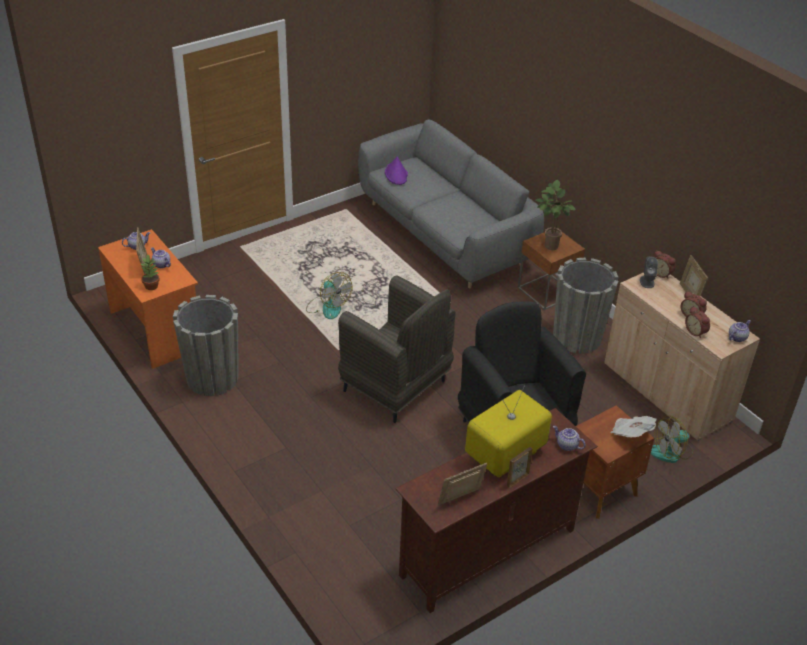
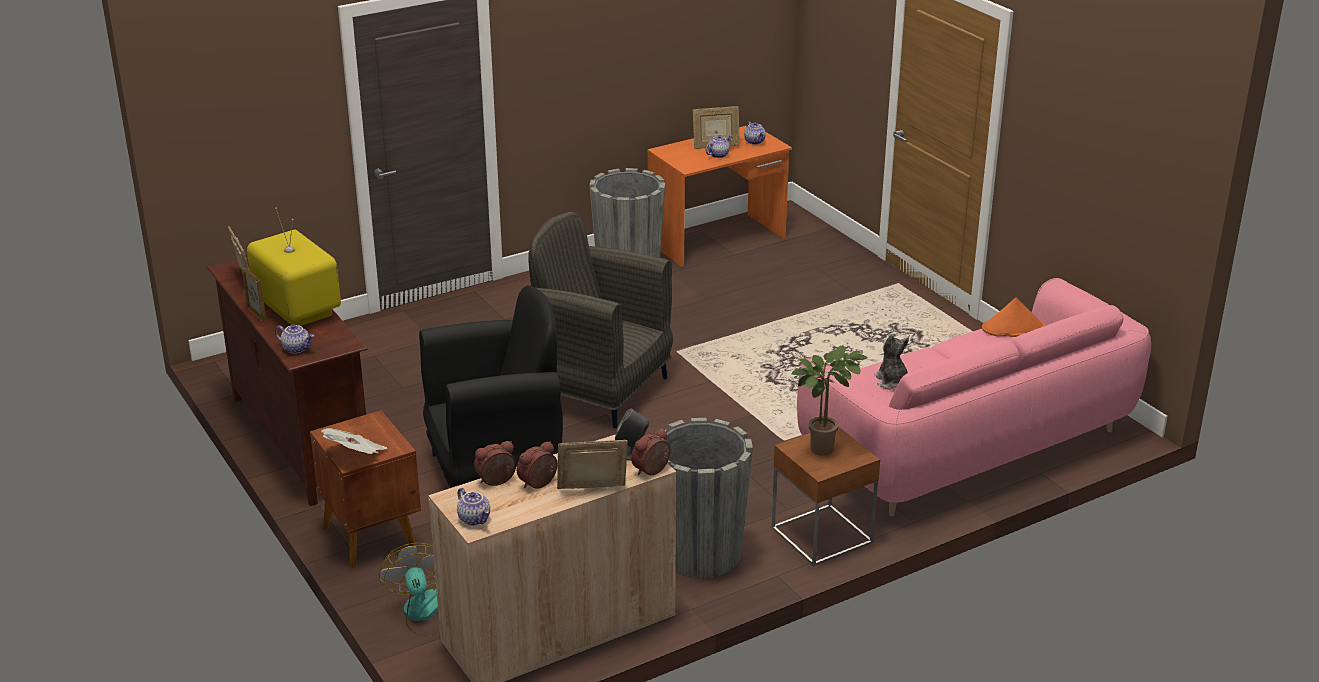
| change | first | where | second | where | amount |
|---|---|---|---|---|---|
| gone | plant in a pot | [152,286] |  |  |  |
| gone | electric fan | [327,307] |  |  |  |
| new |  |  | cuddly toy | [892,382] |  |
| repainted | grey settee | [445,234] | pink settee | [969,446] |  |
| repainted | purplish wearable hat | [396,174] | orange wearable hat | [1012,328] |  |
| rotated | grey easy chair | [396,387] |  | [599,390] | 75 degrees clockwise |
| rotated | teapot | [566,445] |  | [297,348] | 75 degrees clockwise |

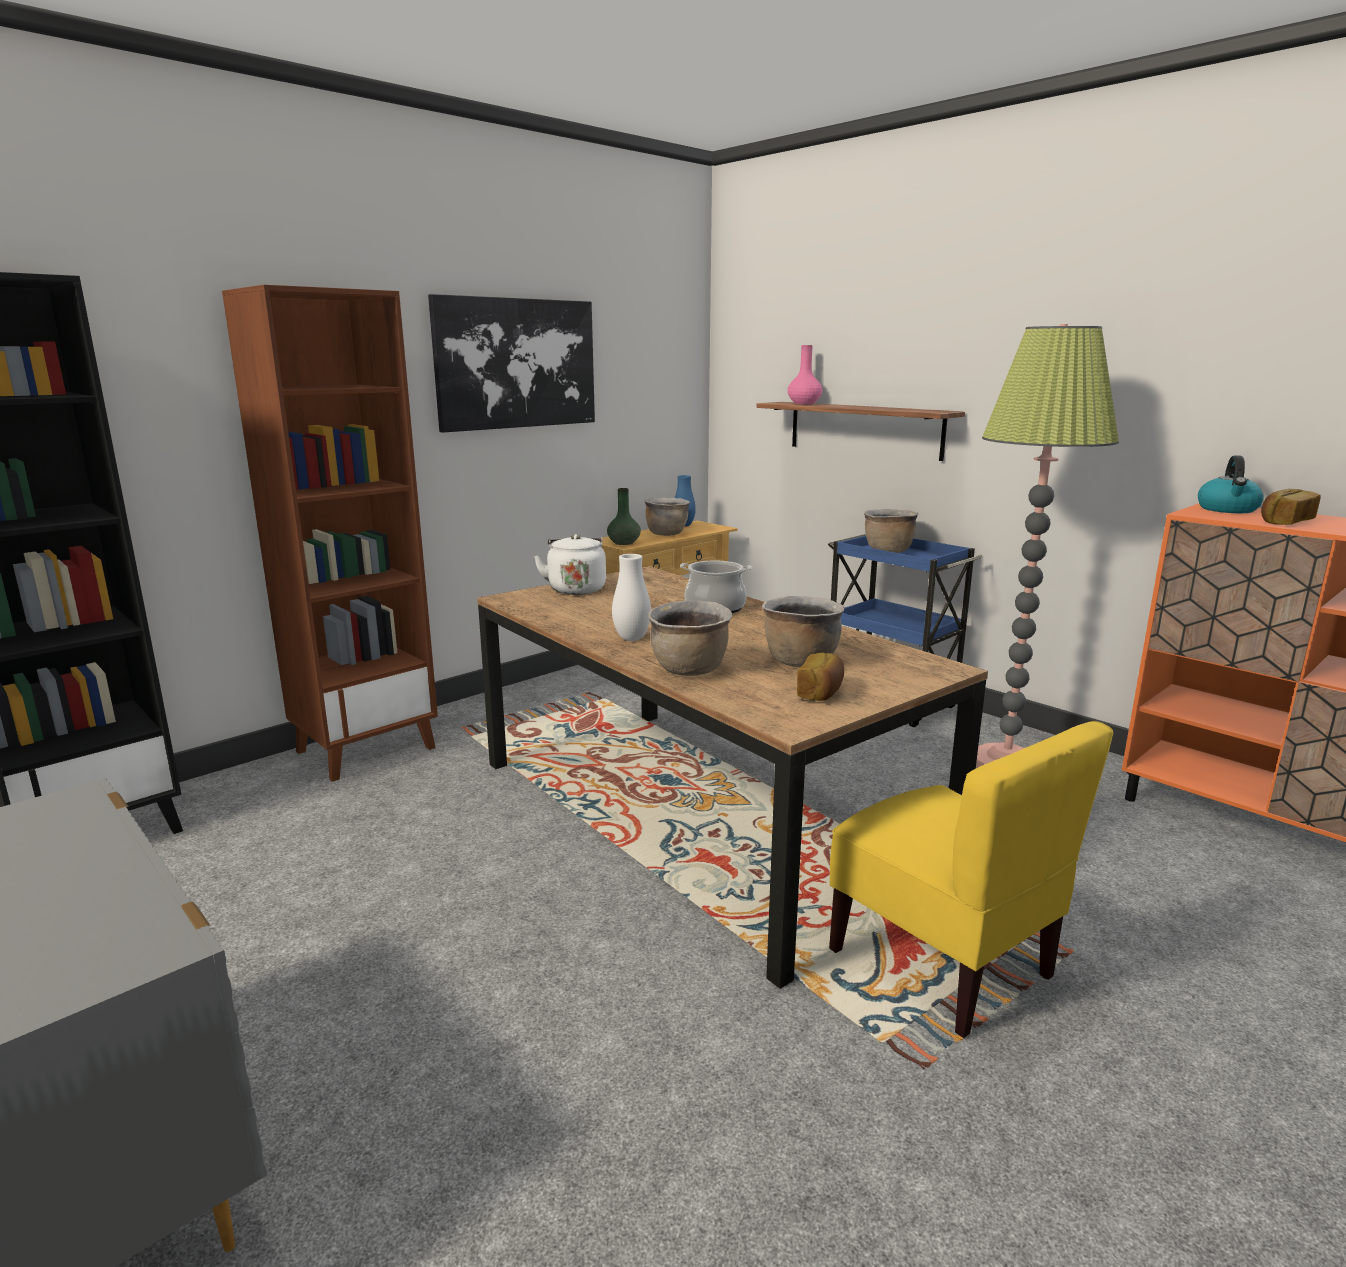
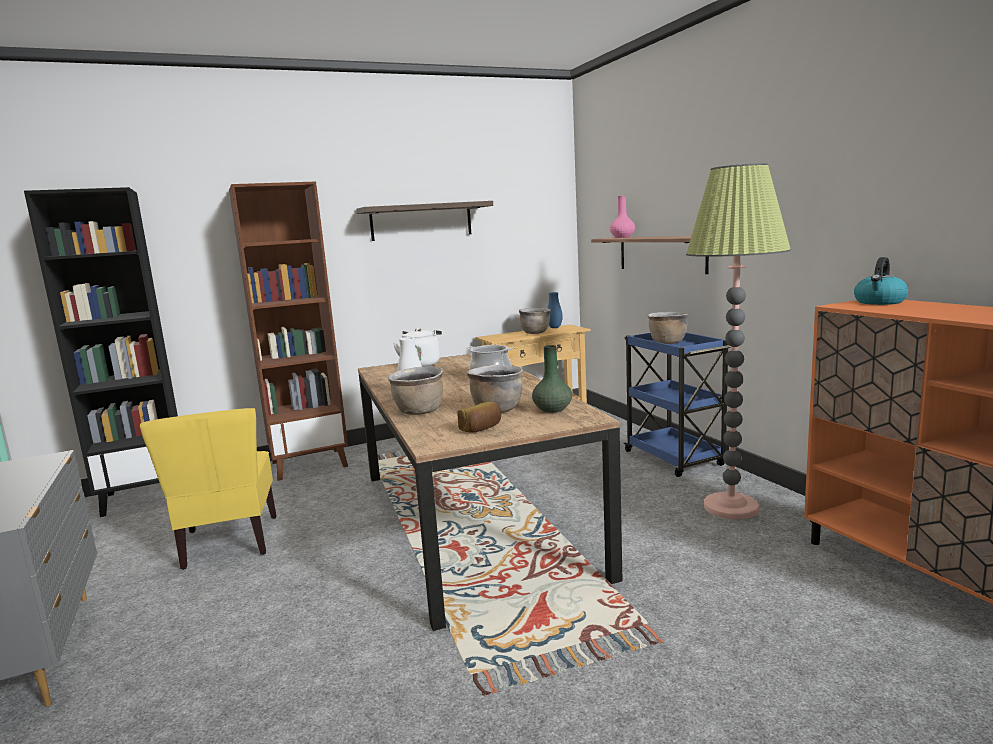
| change | first | where | second | where | amount |
|---|---|---|---|---|---|
| gone | bread | [1285,522] |  |  |  |
| shifted | greenish flower vase | [624,543] |  | [553,409] |  |
| shifted | yellow upright chair | [942,962] |  | [229,542] |  |
| swapped | picture | [516,363] | shelf | [421,221] |  |

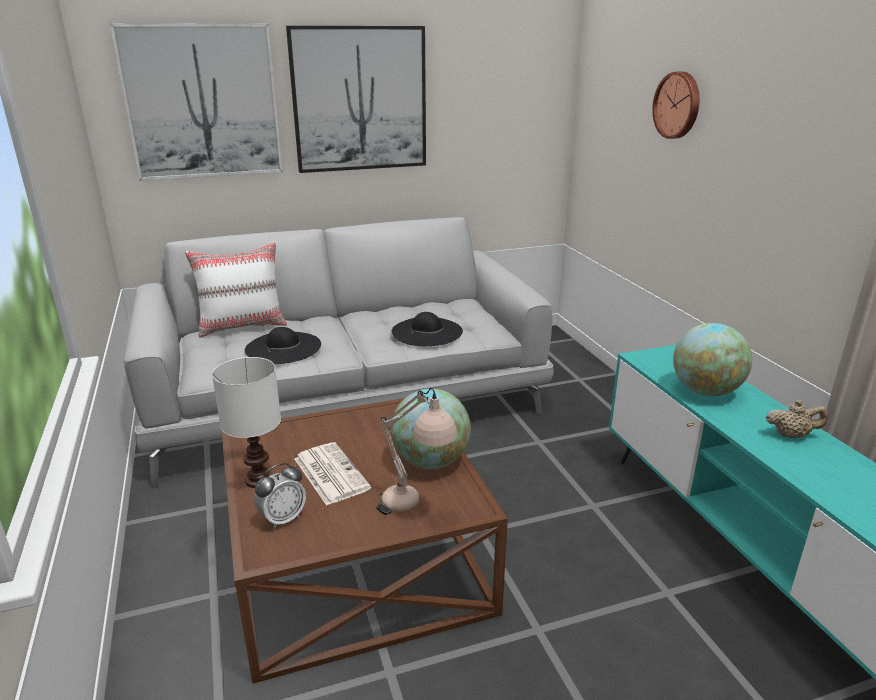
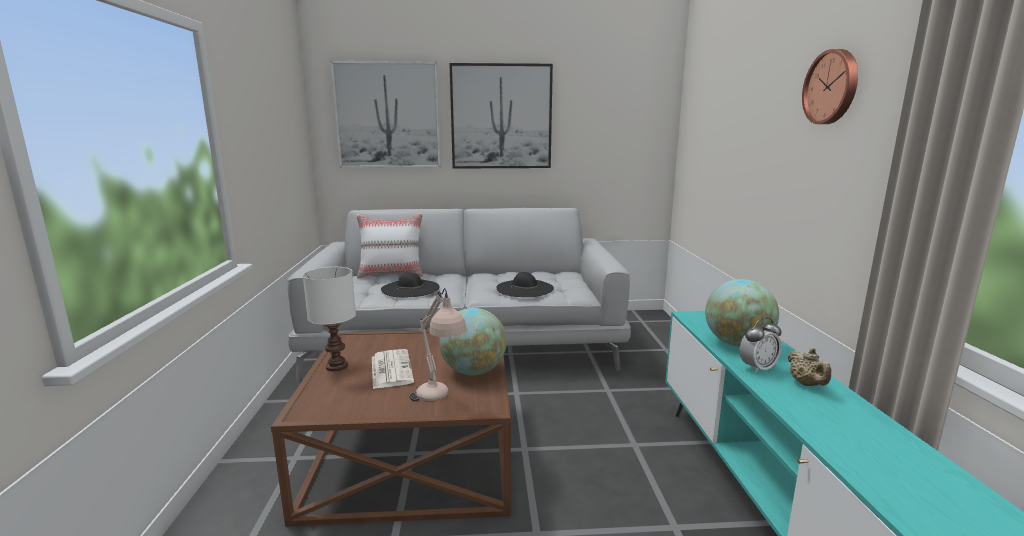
| change | first | where | second | where | amount |
|---|---|---|---|---|---|
| shifted | bedside clock | [282,519] |  | [757,368] |  |
| shifted | hanging clock | [678,105] |  | [832,87] |  |
| rotated | beige-coloured teapot | [791,435] |  | [806,384] | 60 degrees clockwise |

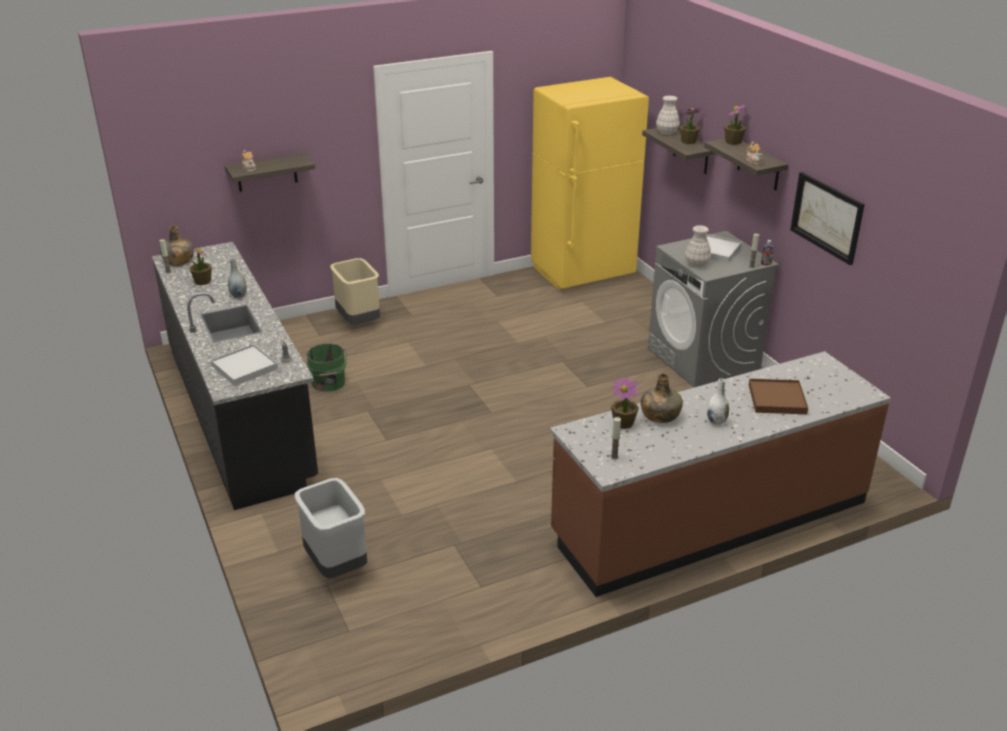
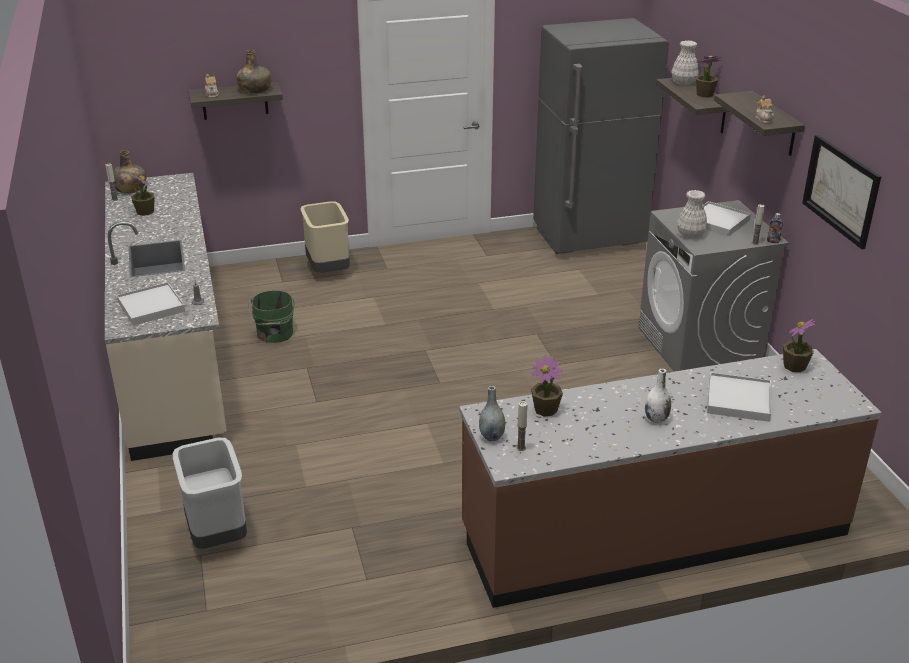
| change | first | where | second | where | amount |
|---|---|---|---|---|---|
| shifted | grey flower vase | [238,295] |  | [491,437] |  |
| shifted | greenish bottle | [660,415] |  | [255,90] |  |
| shifted | plant in a pot | [733,142] |  | [794,366] |  |
| repainted | blackish kitchen counter | [240,412] | beige-coloured kitchen counter | [173,356] |  |
| repainted | yellow refrigerator | [583,273] | grey refrigerator | [589,238] |  |
| repainted | brownish carrying tray | [777,399] | whitish carrying tray | [738,400] |  |

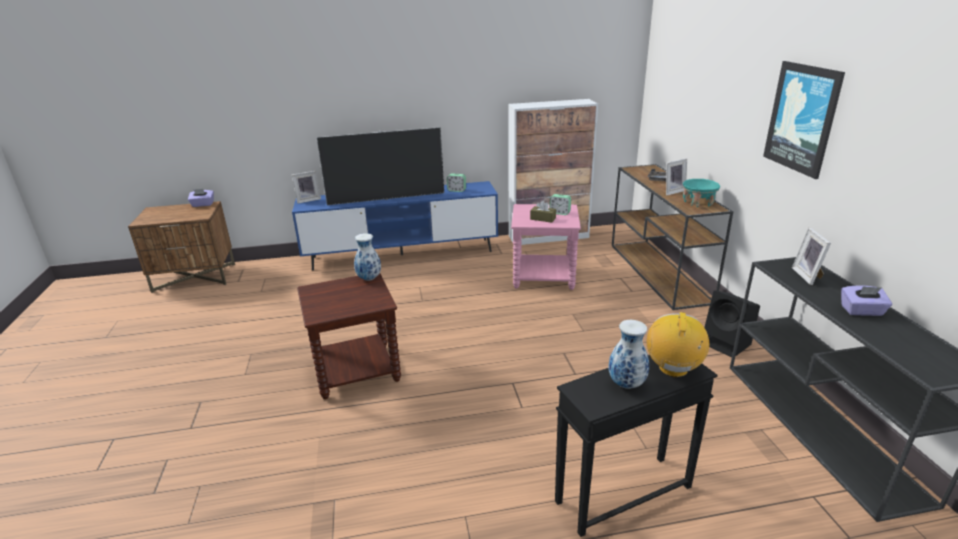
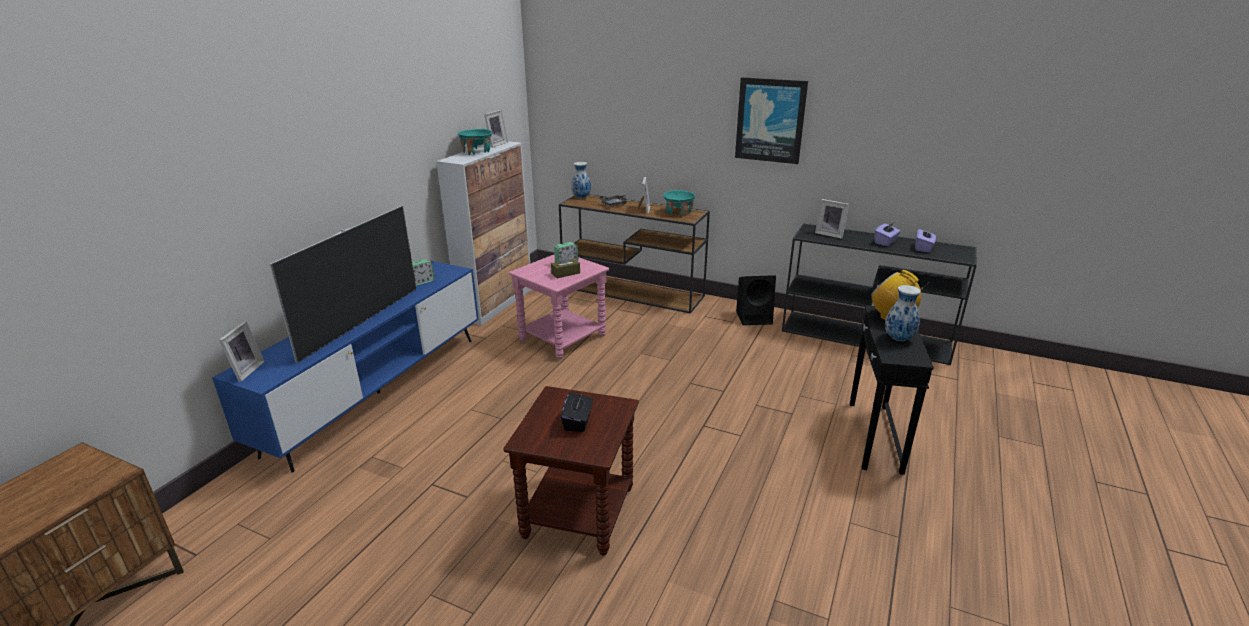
| change | first | where | second | where | amount |
|---|---|---|---|---|---|
| new |  |  | turquoise deep dish | [476,152] |  |
| new |  |  | standing frame | [495,144] |  |
| new |  |  | blackish box of tissues | [578,422] |  |
| shifted | purplish box of tissues | [203,204] |  | [923,248] |  |
| shifted | flower vase | [369,278] |  | [581,197] |  |

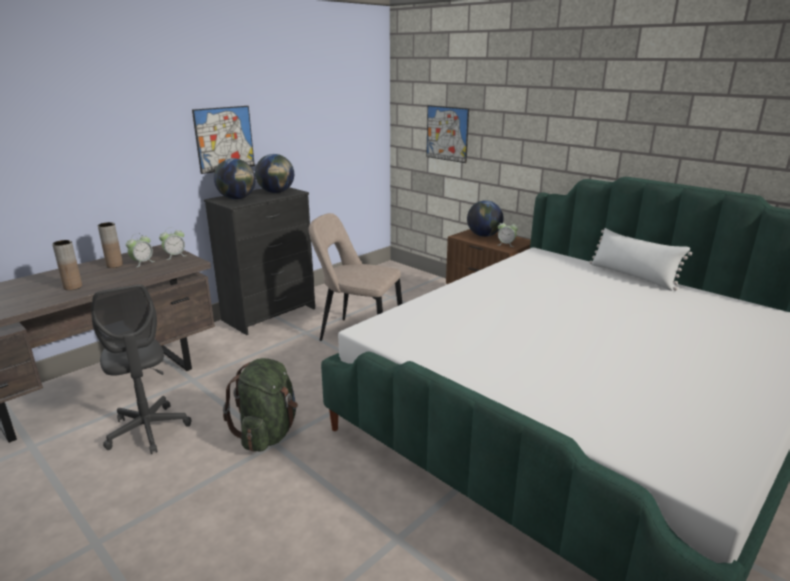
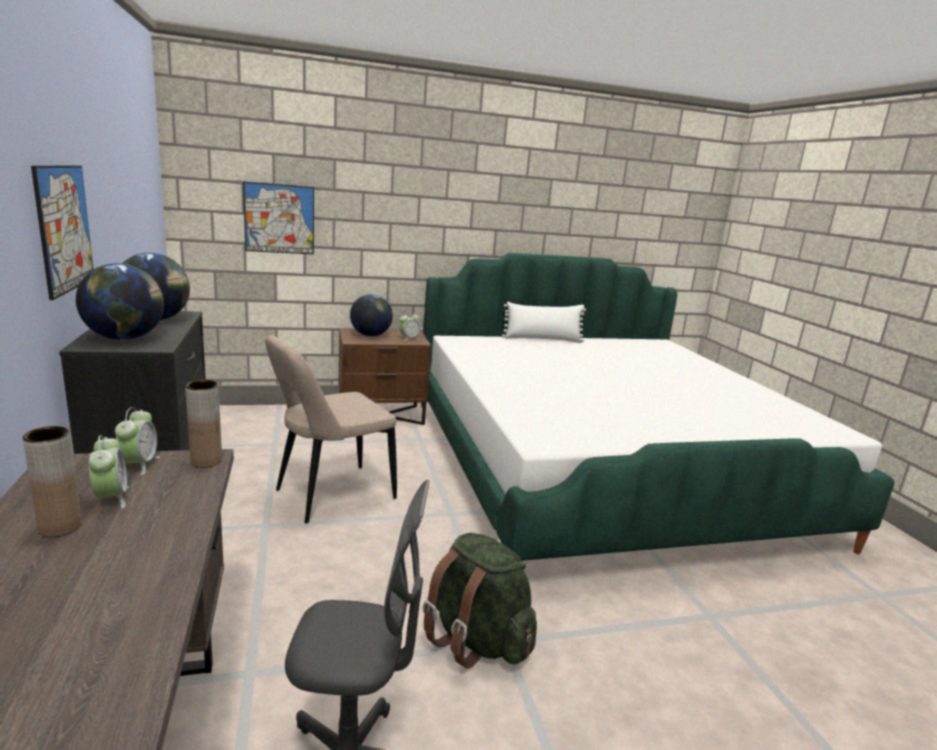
| change | first | where | second | where | amount |
|---|---|---|---|---|---|
| shifted | brownish flower vase | [73,287] |  | [206,461] |  |

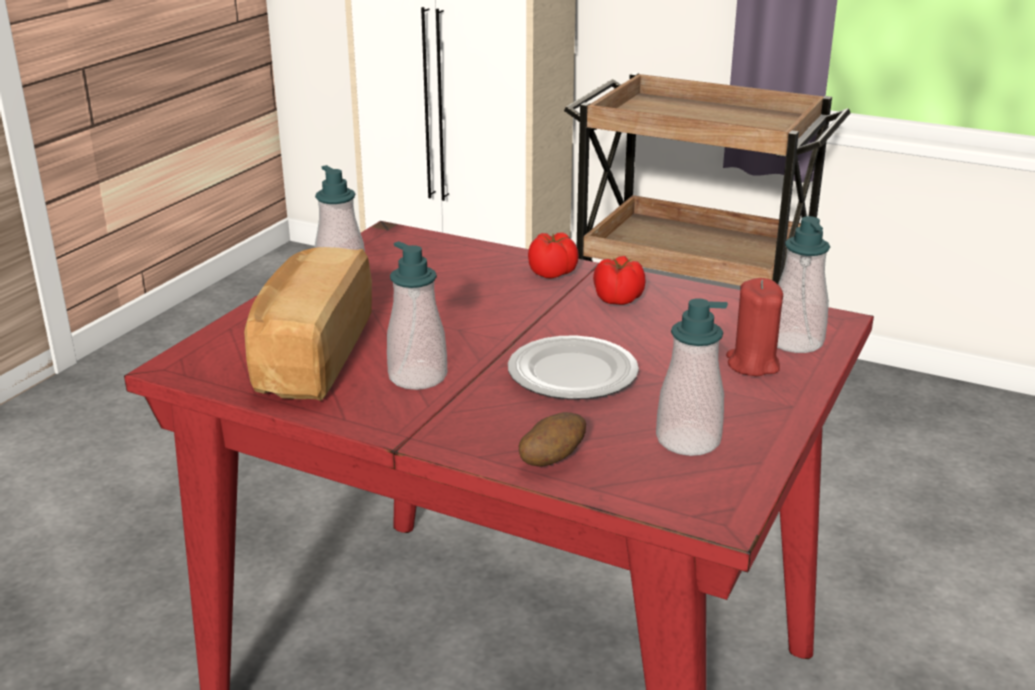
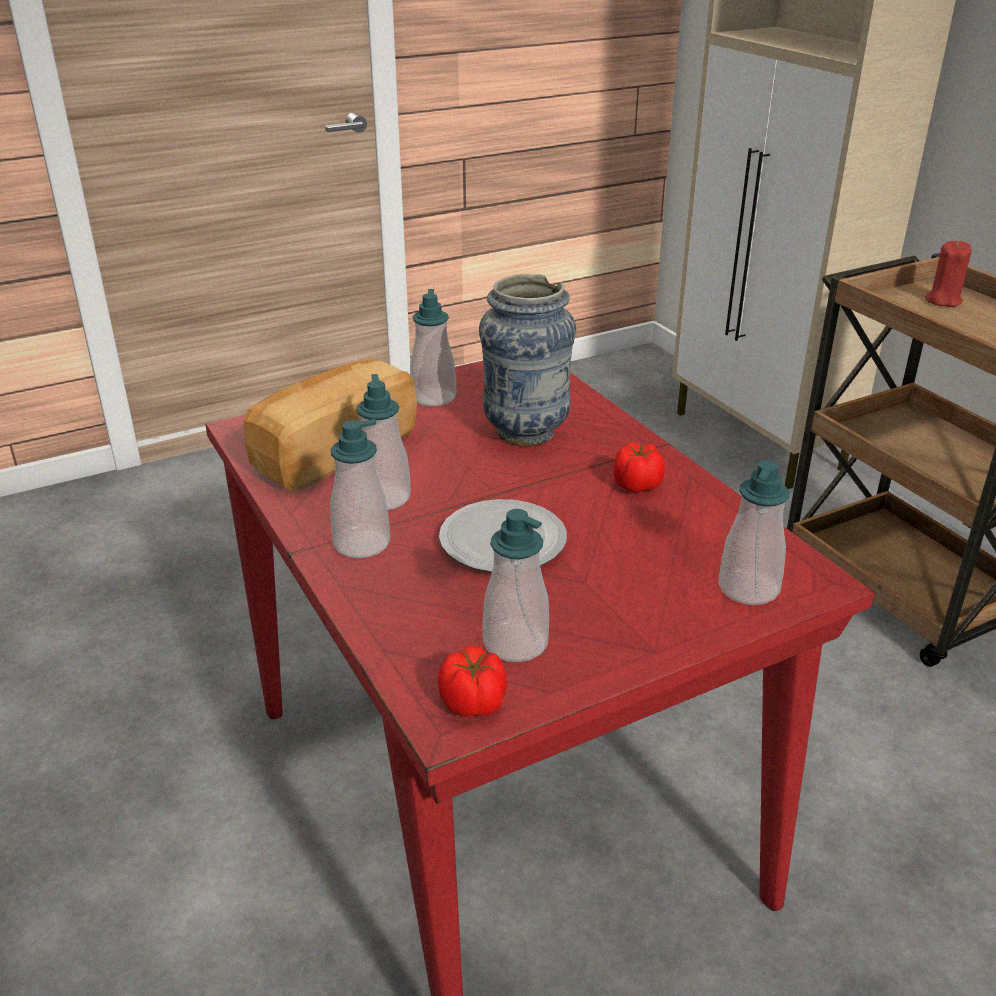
| change | first | where | second | where | amount |
|---|---|---|---|---|---|
| gone | spud | [551,460] |  |  |  |
| new |  |  | soap dispenser | [361,543] |  |
| new |  |  | flower vase | [526,433] |  |
| shifted | whole tomato | [553,273] |  | [474,704] |  |
| shifted | red wax light | [752,364] |  | [943,300] |  |

